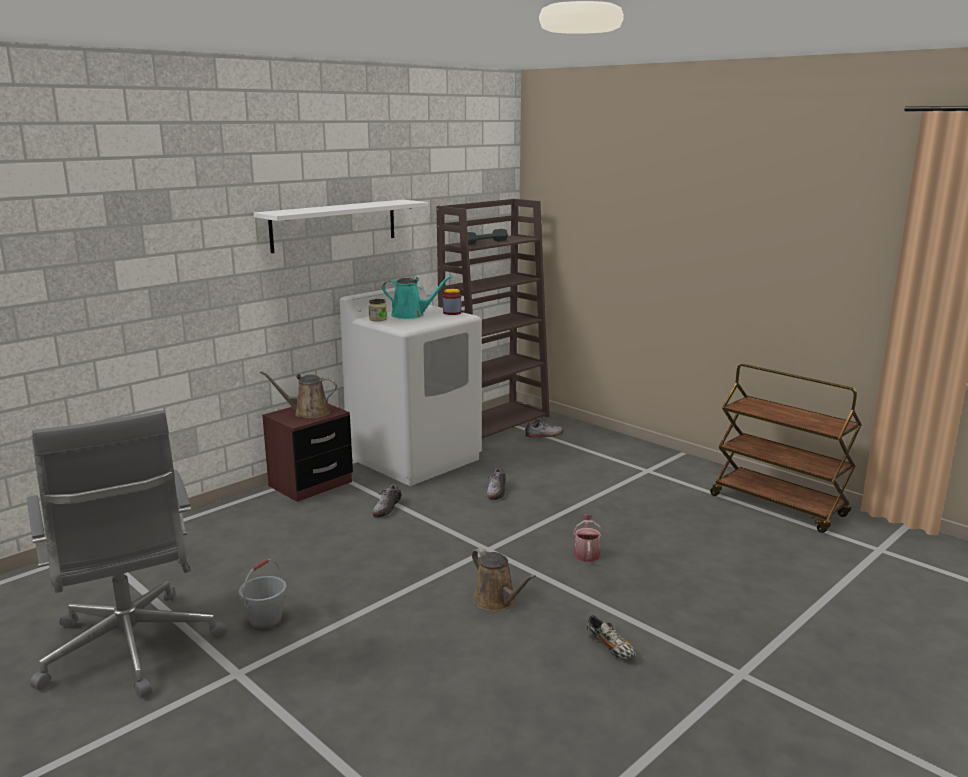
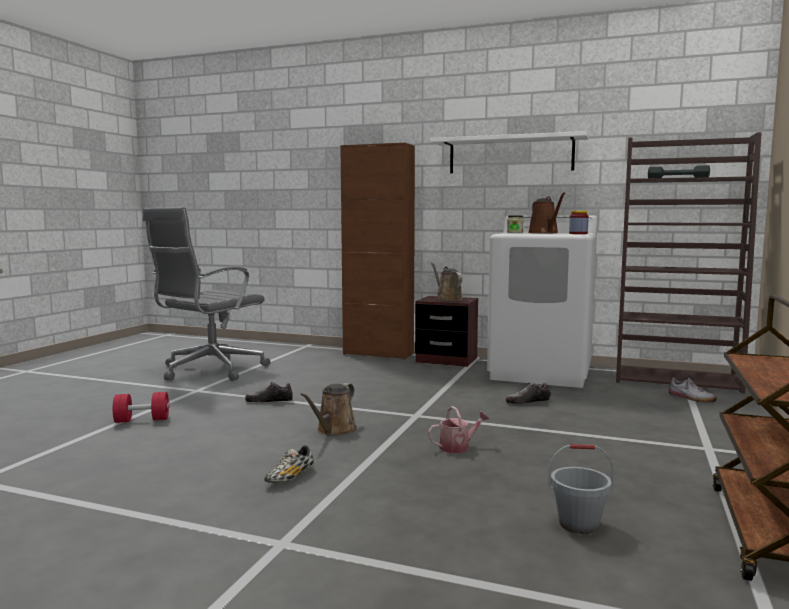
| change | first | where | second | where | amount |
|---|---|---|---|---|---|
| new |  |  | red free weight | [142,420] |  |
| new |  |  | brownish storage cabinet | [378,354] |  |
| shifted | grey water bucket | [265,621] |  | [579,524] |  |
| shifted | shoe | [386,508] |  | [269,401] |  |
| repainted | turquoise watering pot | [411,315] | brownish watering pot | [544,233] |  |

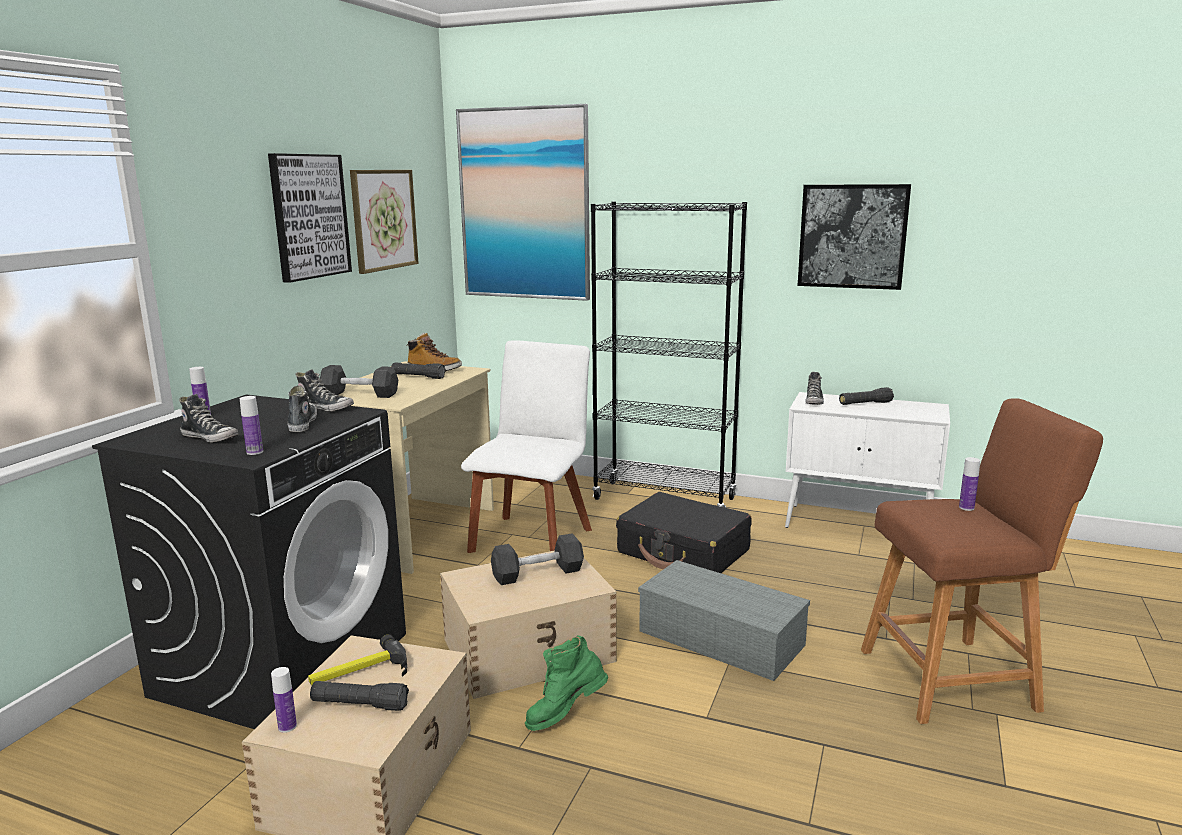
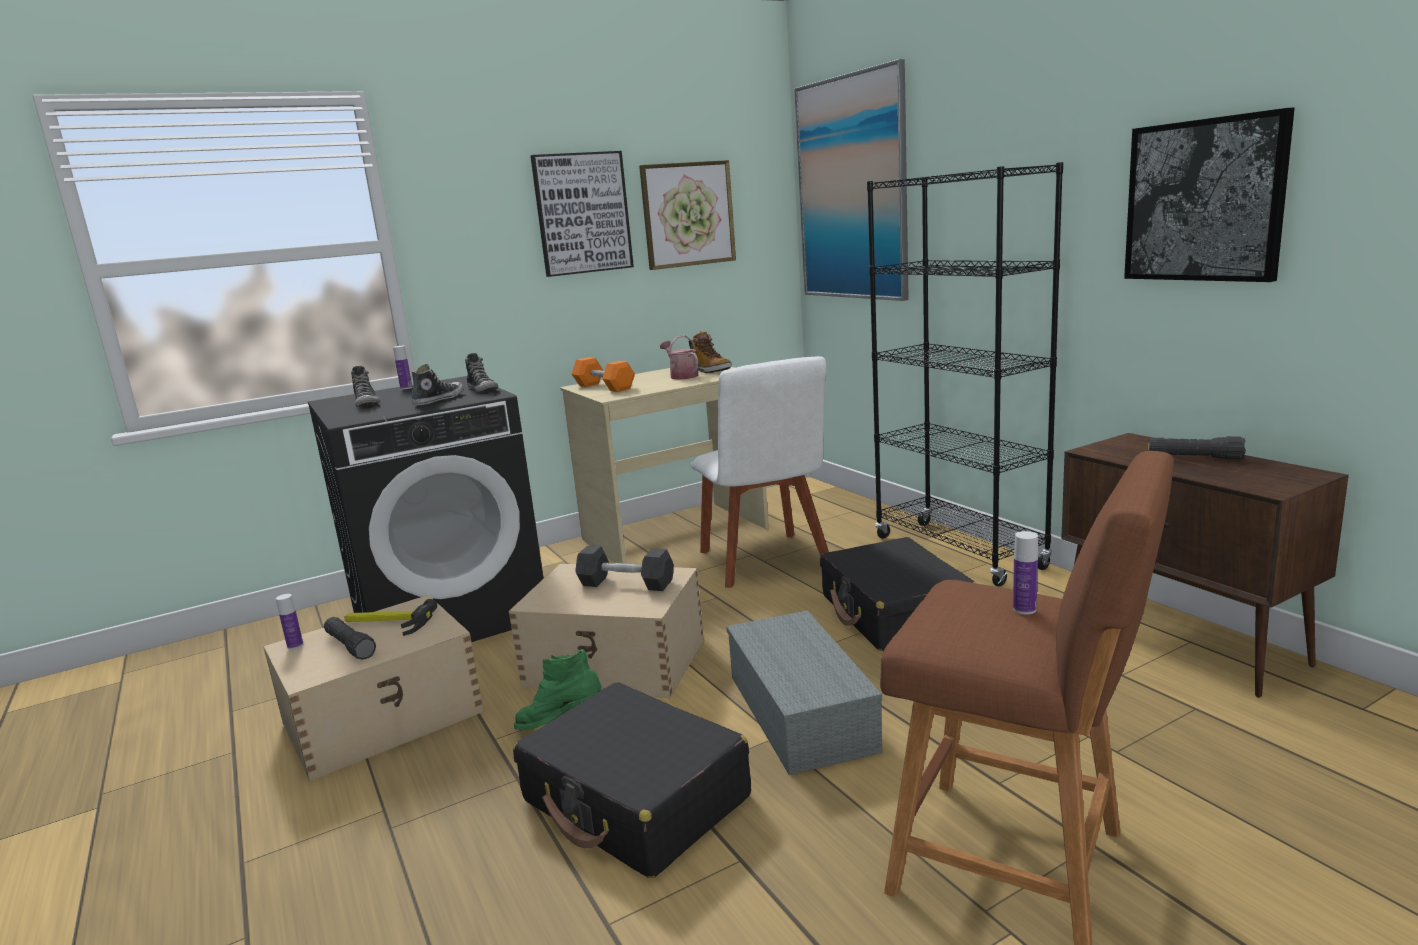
| change | first | where | second | where | amount |
|---|---|---|---|---|---|
| gone | bottle | [254,452] |  |  |  |
| gone | shoe | [814,401] |  |  |  |
| new |  |  | blackish piece of luggage | [636,800] |  |
| swapped | blackish hand torch | [418,377] | watering pot | [682,376] |  |
| repainted | blackish free weight | [360,394] | orange free weight | [604,387] |  |
| repainted | whitish storage cabinet | [860,526] | brownish storage cabinet | [1183,640] |  |
| rotated | whitish upright chair | [533,537] |  | [766,562] | 105 degrees clockwise |

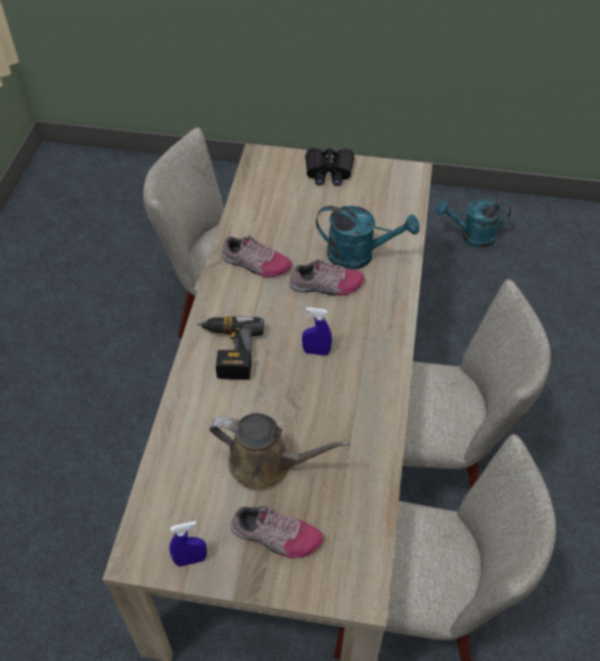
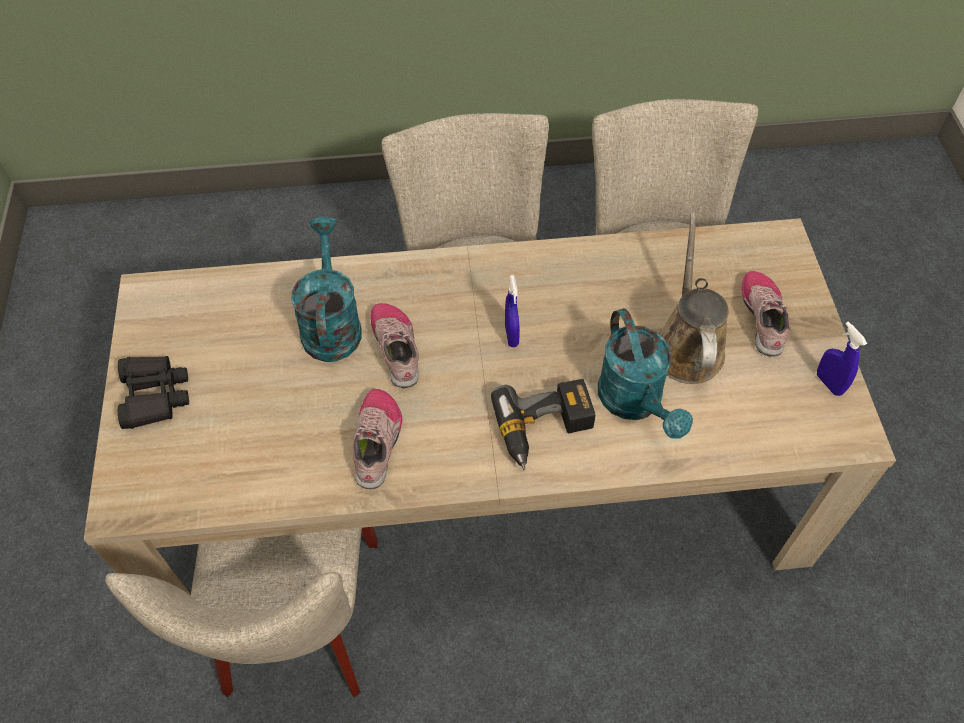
| change | first | where | second | where | amount |
|---|---|---|---|---|---|
| shifted | turquoise watering pot | [471,236] |  | [635,403] |  |

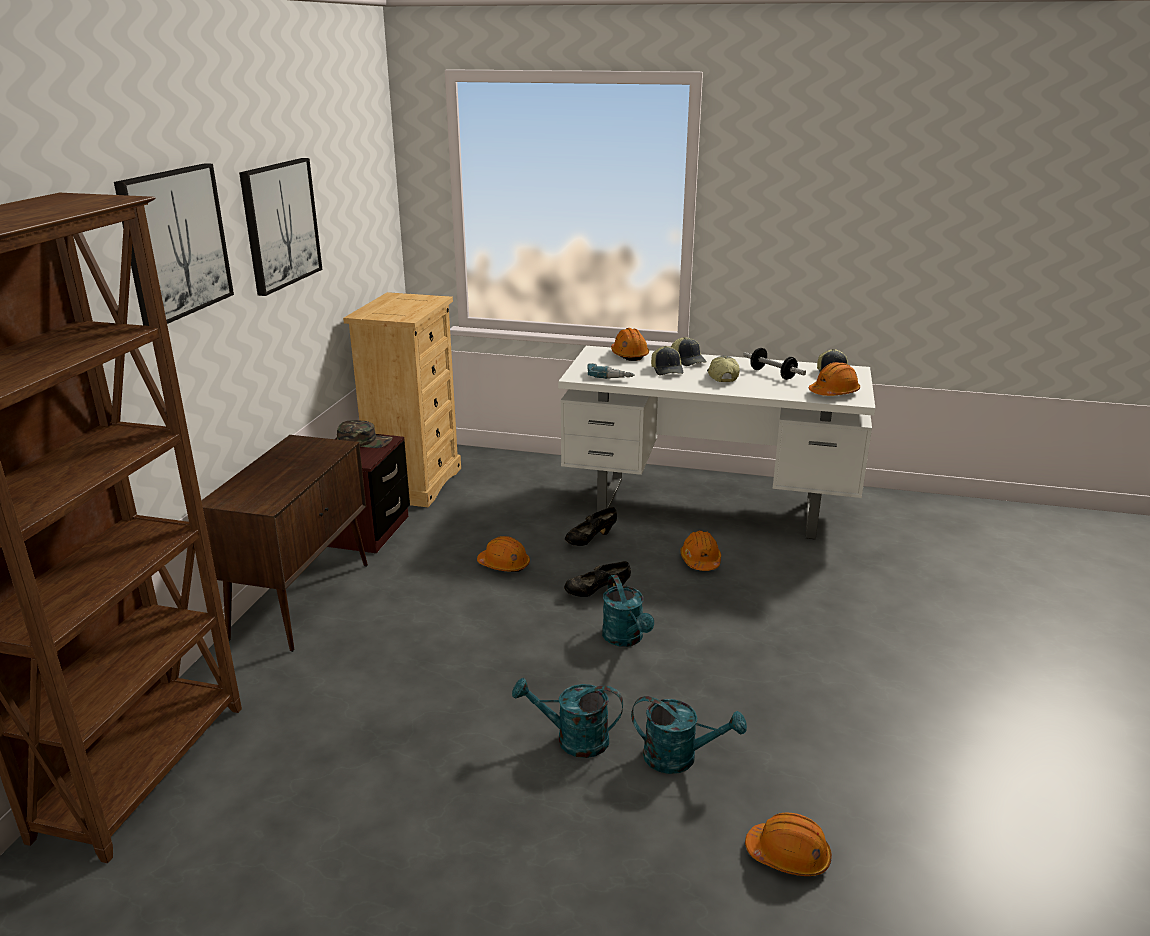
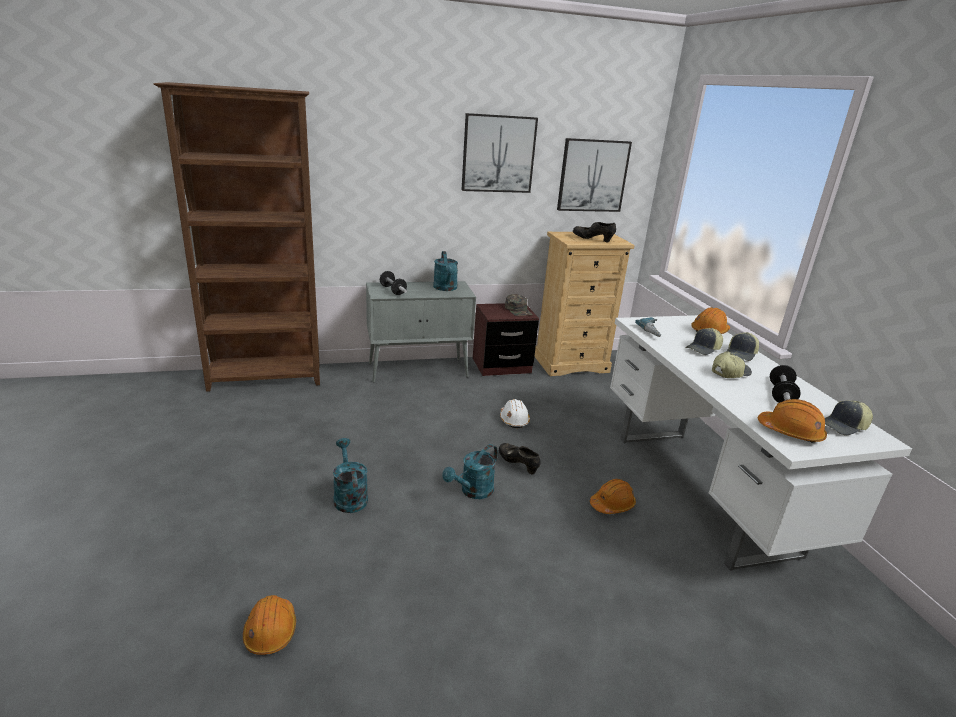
| change | first | where | second | where | amount |
|---|---|---|---|---|---|
| new |  |  | free weight | [393,290] |  |
| shifted | picture | [175,243] |  | [592,175] |  |
| shifted | blackish shoe | [590,540] |  | [592,239] |  |
| shifted | turquoise watering pot | [679,758] |  | [446,288] |  |
| repainted | brownish storage cabinet | [302,599] | grey storage cabinet | [419,370] |  |
| repainted | orange safety helmet | [504,565] | whitish safety helmet | [514,420] |  |

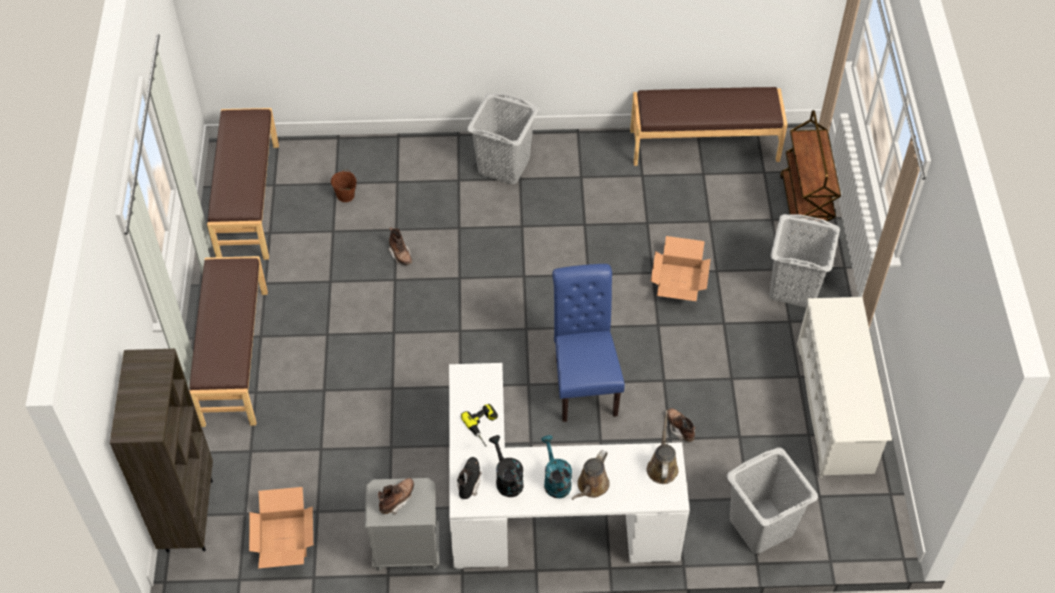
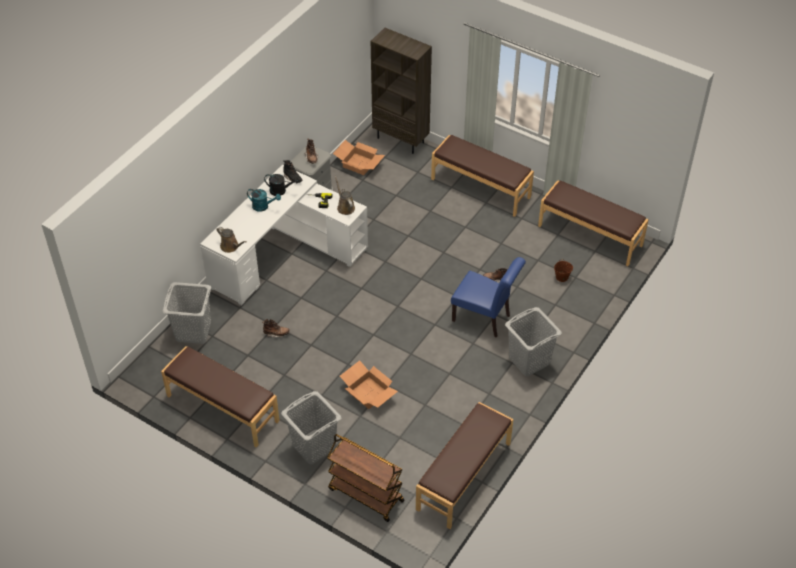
| change | first | where | second | where | amount |
|---|---|---|---|---|---|
| shifted | blue-coloured upright chair | [584,382] |  | [484,319] |  |
| shifted | brownish watering pot | [591,486] |  | [345,207] |  |
| swapped | whitish shoe shelf | [835,408] | brownish long seat | [222,409] |  |

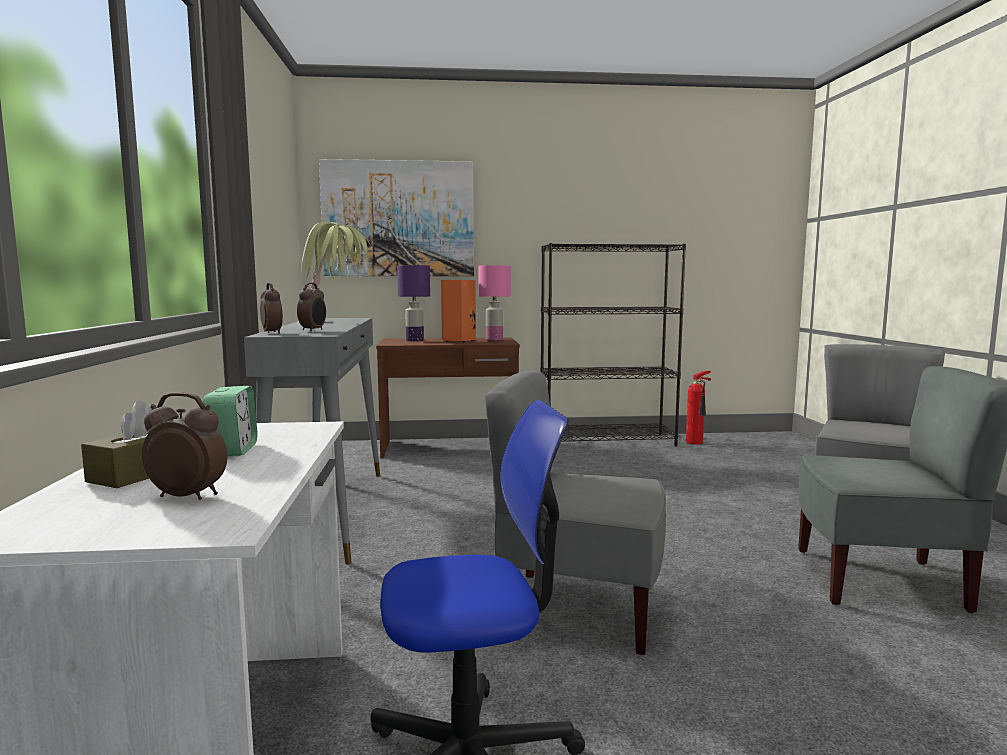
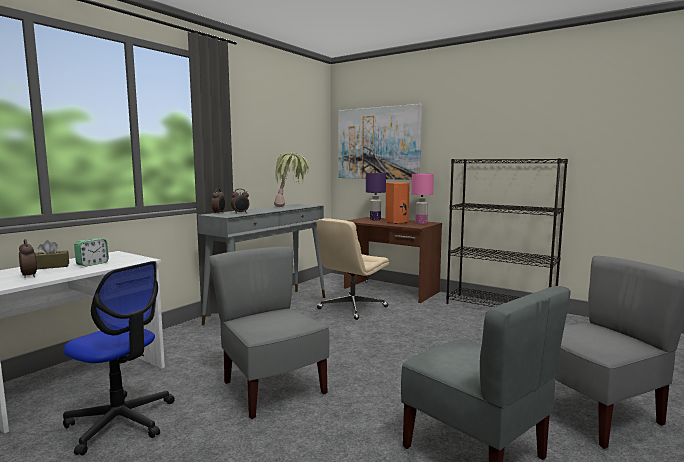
| change | first | where | second | where | amount |
|---|---|---|---|---|---|
| gone | extinguisher | [696,442] |  |  |  |
| new |  |  | beige-coloured desk chair | [352,308] |  |

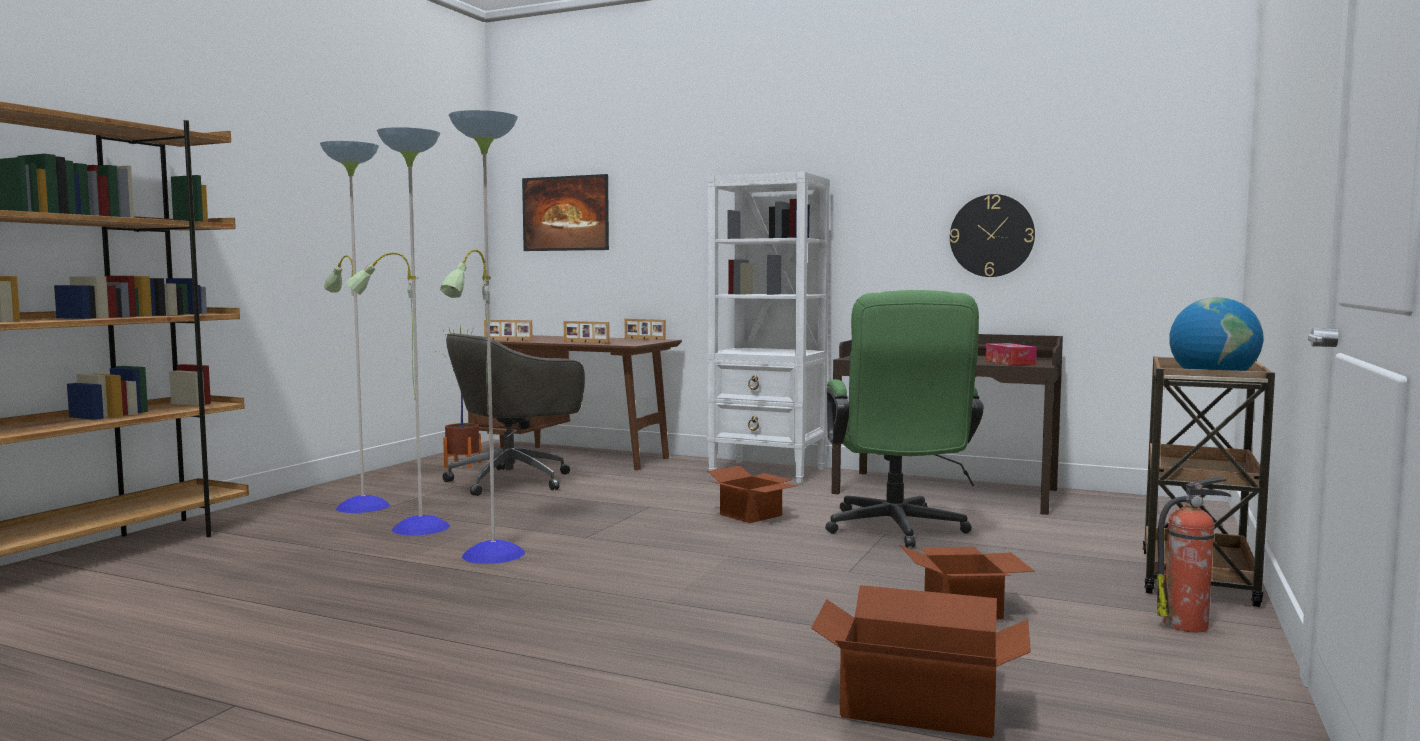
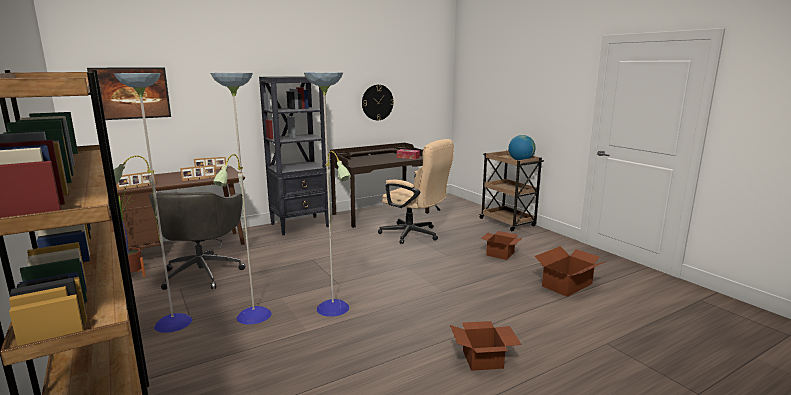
| change | first | where | second | where | amount |
|---|---|---|---|---|---|
| gone | extinguisher | [1188,625] |  |  |  |
| shifted | cardboard box | [751,515] |  | [484,359] |  |
| repainted | whitish shelving unit | [768,472] | blackish shelving unit | [300,225] |  |
| repainted | greenish desk chair | [897,531] | beige-coloured desk chair | [415,235] |  |

